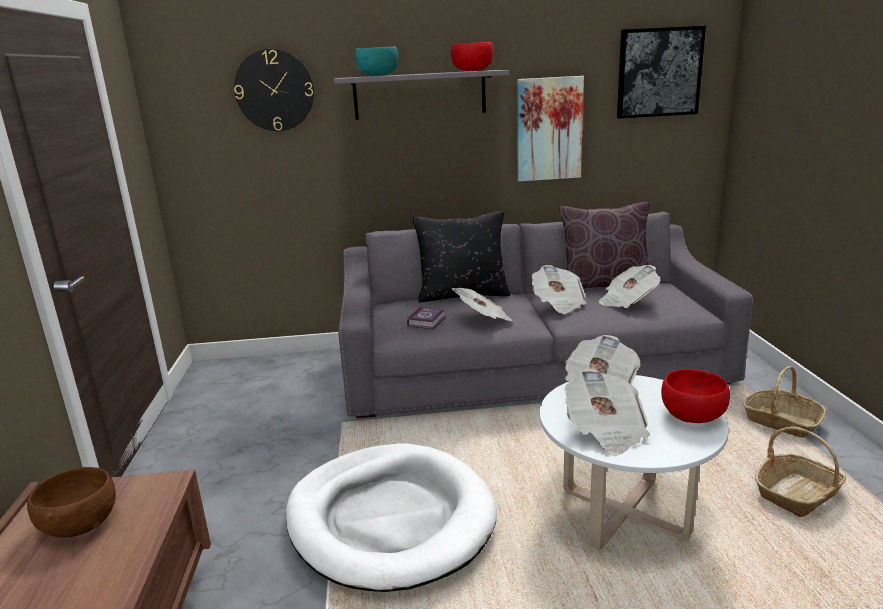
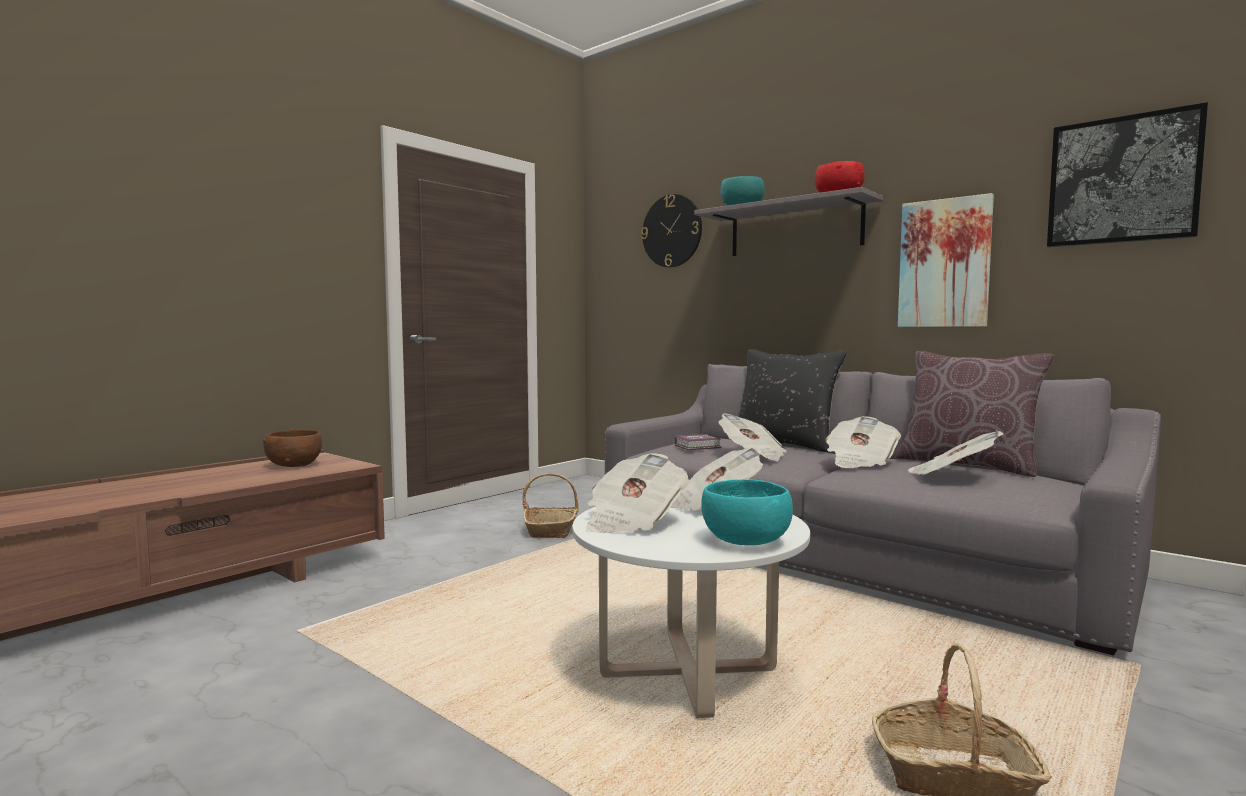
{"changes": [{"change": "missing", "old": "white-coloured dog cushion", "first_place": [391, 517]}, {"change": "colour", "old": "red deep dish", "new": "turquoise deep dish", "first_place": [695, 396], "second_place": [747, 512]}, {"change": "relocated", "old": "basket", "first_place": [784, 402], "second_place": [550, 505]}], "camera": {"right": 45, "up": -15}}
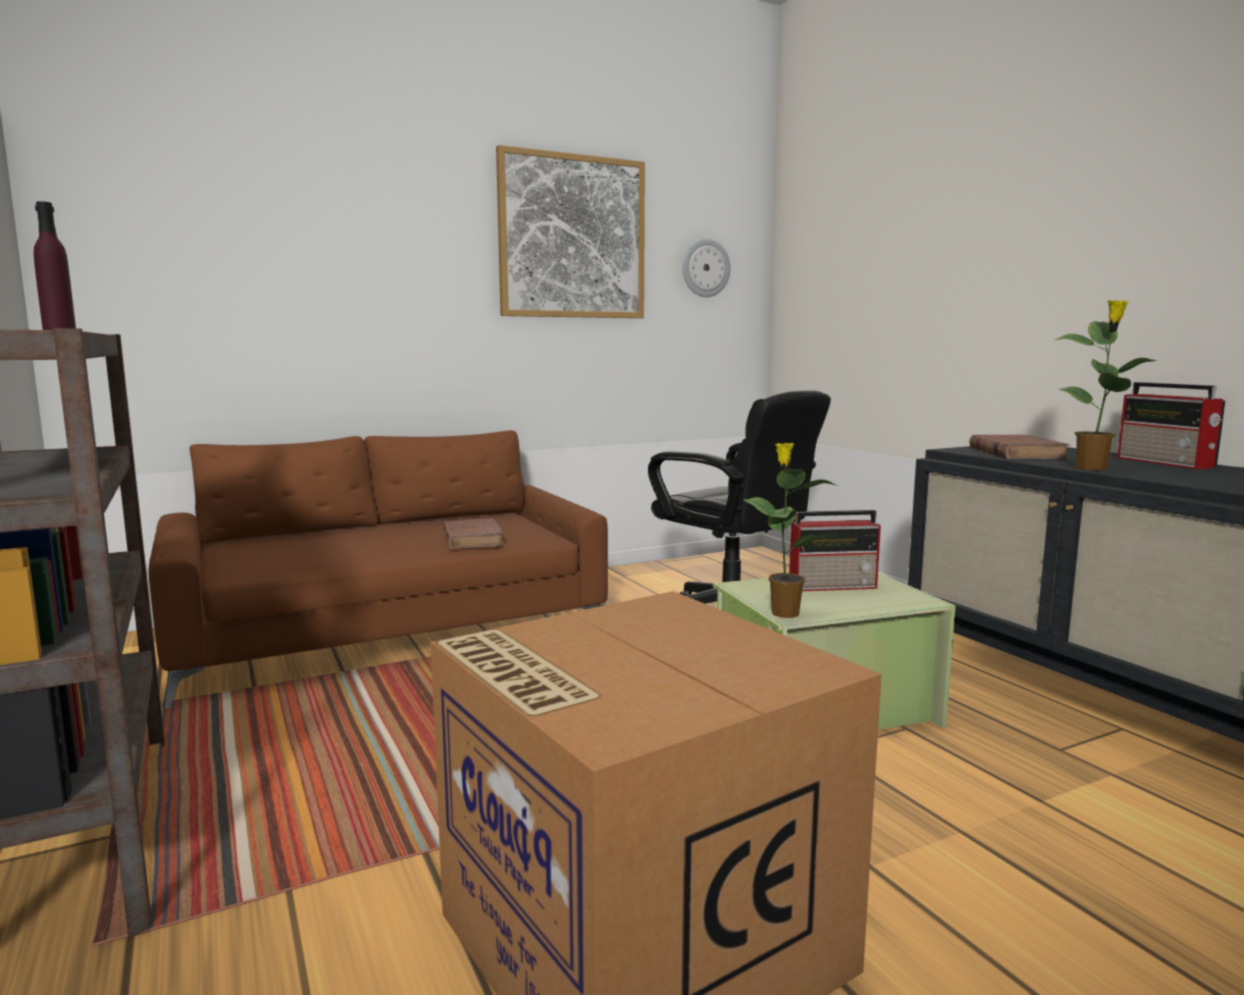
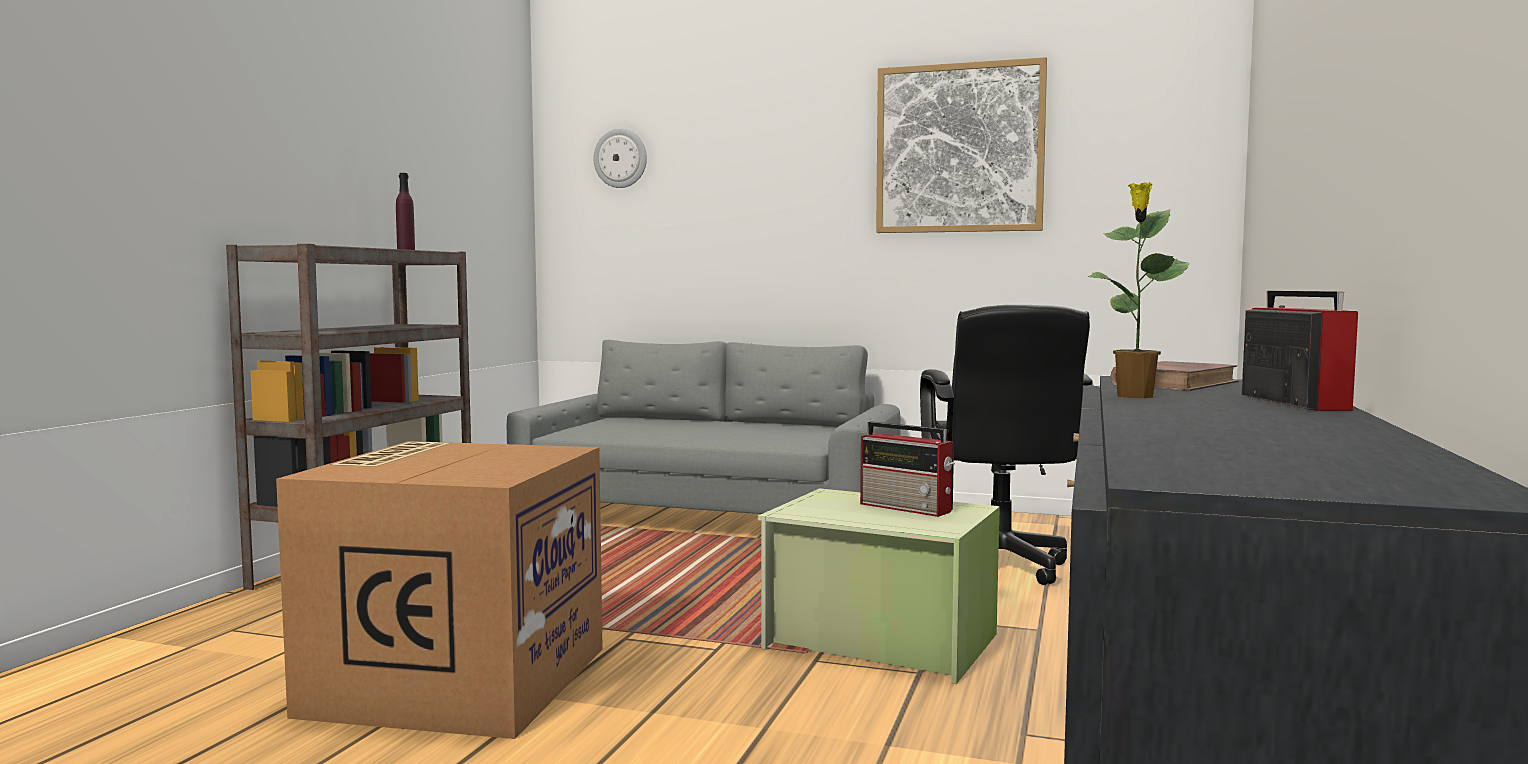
{"changes": [{"change": "colour", "old": "brown-coloured sofa", "new": "greyish sofa", "first_place": [378, 569], "second_place": [704, 427]}, {"change": "missing", "old": "brown-coloured bound book", "first_place": [473, 533]}, {"change": "relocated", "old": "wall clock", "first_place": [706, 268], "second_place": [620, 158]}, {"change": "missing", "old": "potted plant", "first_place": [791, 530]}, {"change": "spun", "old": "radio receiver", "first_place": [1171, 425], "second_place": [1300, 351], "degrees": 150}], "camera": {"right": 45, "up": -5}}
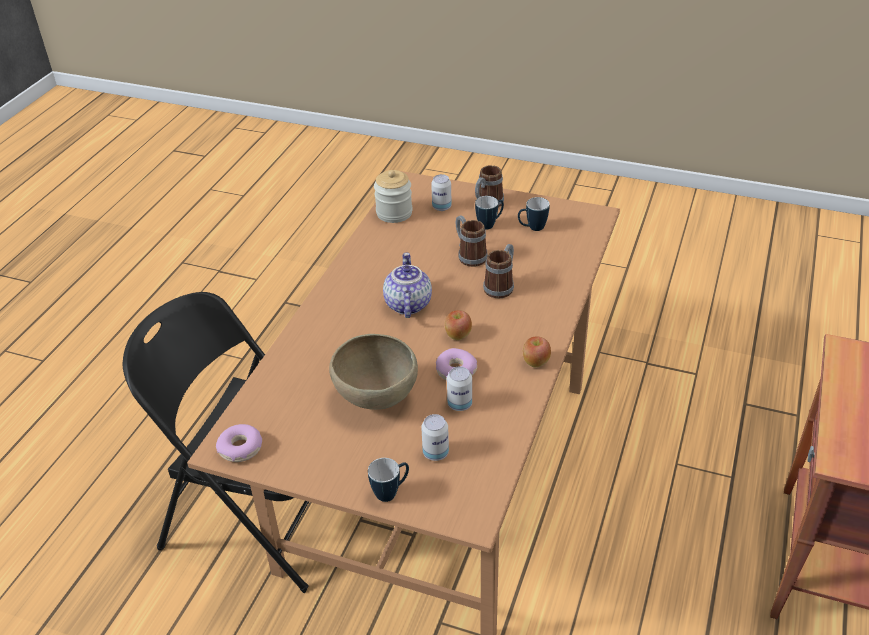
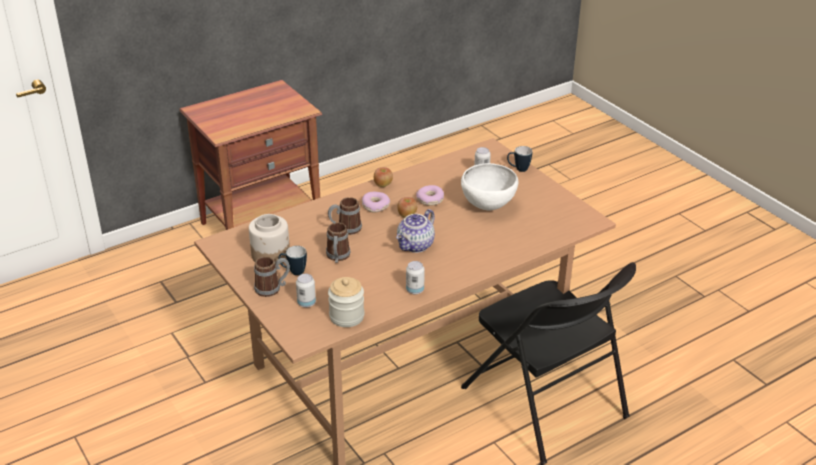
{"changes": [{"change": "relocated", "old": "doughnut", "first_place": [239, 443], "second_place": [376, 202]}, {"change": "colour", "old": "brown-coloured deep dish", "new": "white-coloured deep dish", "first_place": [373, 372], "second_place": [489, 186]}, {"change": "relocated", "old": "metal can", "first_place": [459, 389], "second_place": [415, 277]}, {"change": "exchanged", "old": "mug", "new": "preserve jar", "first_place": [534, 214], "second_place": [269, 239]}], "camera": {"right": -145, "up": -5}}
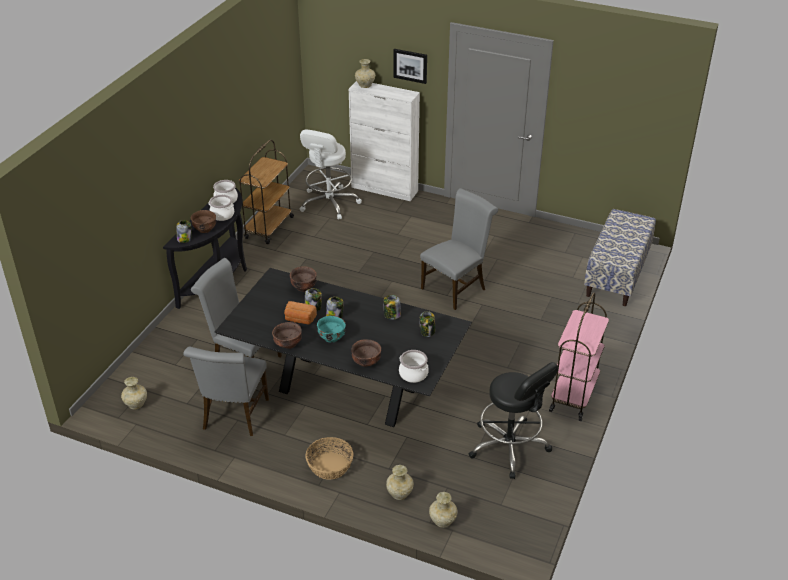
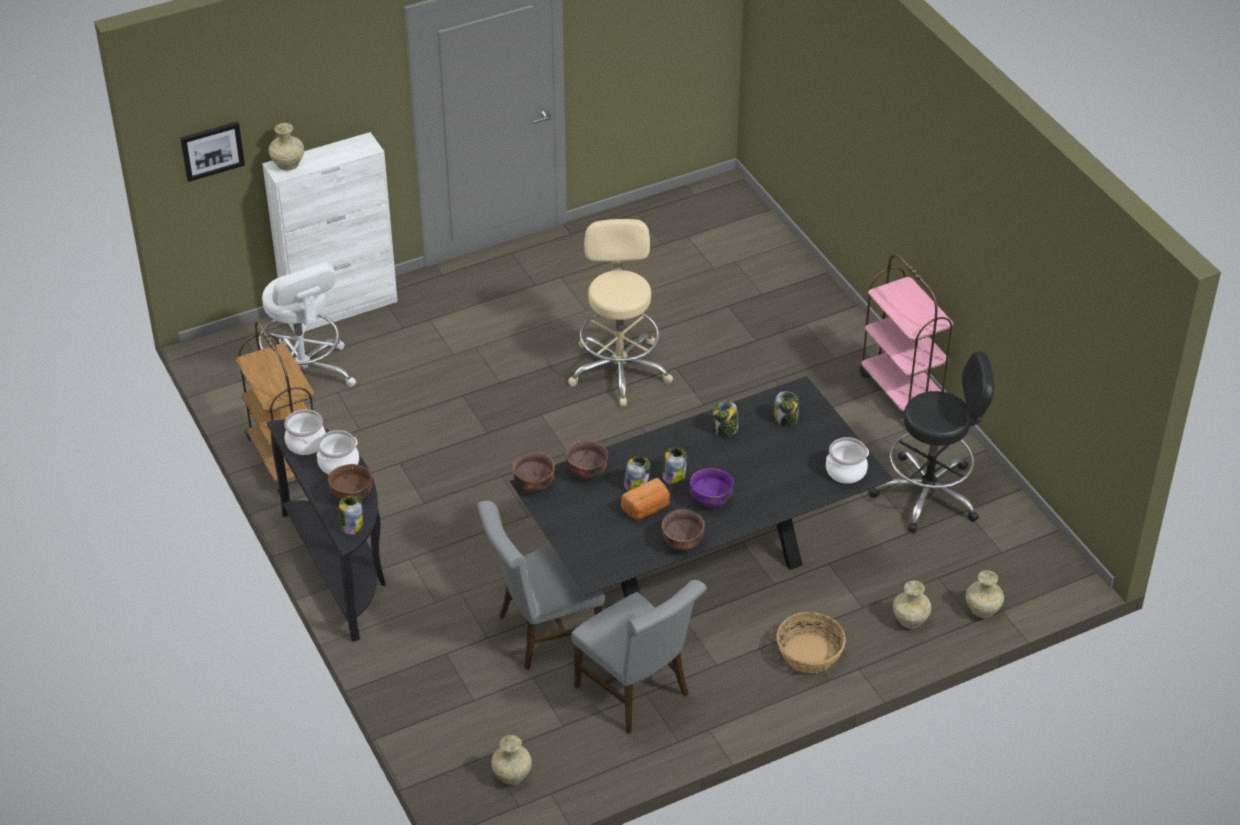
{"changes": [{"change": "colour", "old": "turquoise deep dish", "new": "purple-coloured deep dish", "first_place": [331, 329], "second_place": [712, 488]}, {"change": "relocated", "old": "brown-coloured deep dish", "first_place": [366, 353], "second_place": [534, 472]}, {"change": "relocated", "old": "picture", "first_place": [410, 66], "second_place": [212, 151]}, {"change": "exchanged", "old": "greyish upright chair", "new": "beige-coloured stool seat", "first_place": [459, 249], "second_place": [620, 312]}, {"change": "missing", "old": "bench", "first_place": [620, 257]}], "camera": {"right": -50, "up": 5}}
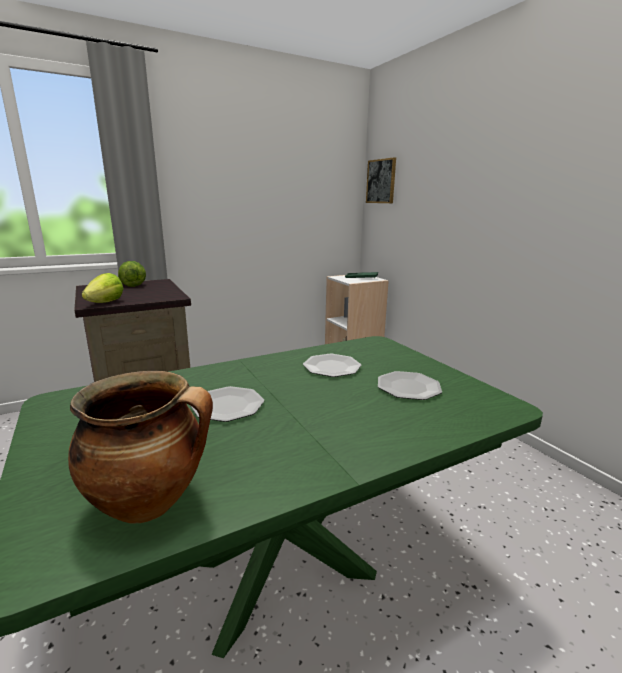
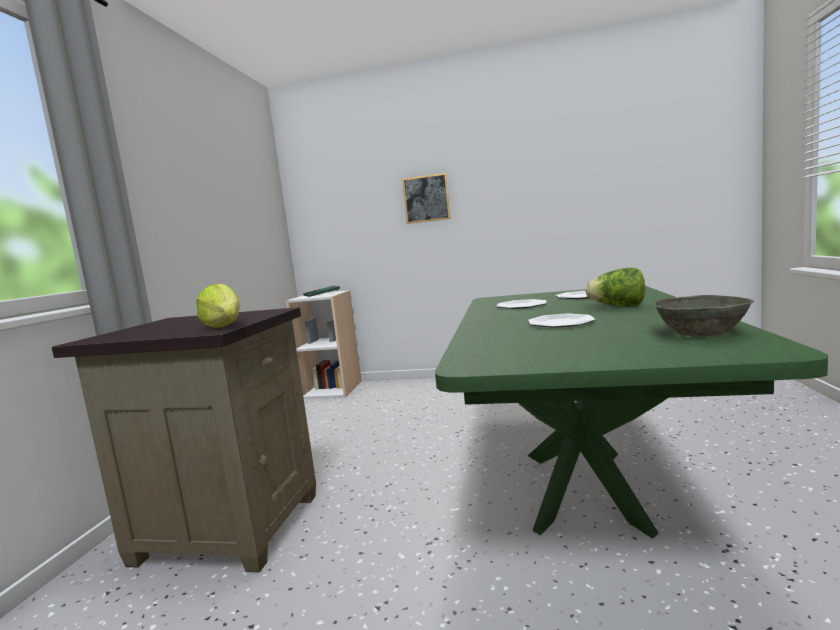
{"changes": [{"change": "exchanged", "old": "cooking pot", "new": "greyish deep dish", "first_place": [140, 447], "second_place": [703, 316]}, {"change": "relocated", "old": "lettuce", "first_place": [132, 274], "second_place": [615, 287]}, {"change": "relocated", "old": "picture", "first_place": [381, 180], "second_place": [426, 198]}], "camera": {"right": -50, "up": -10}}
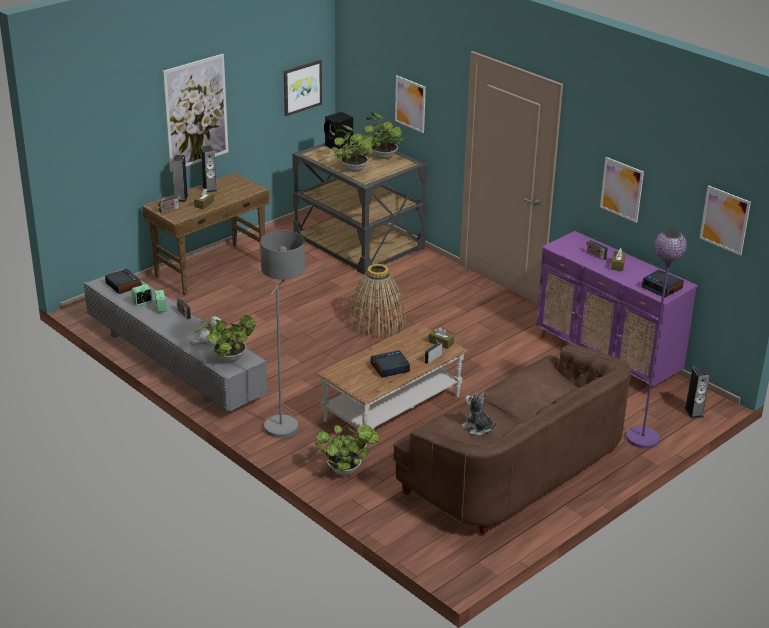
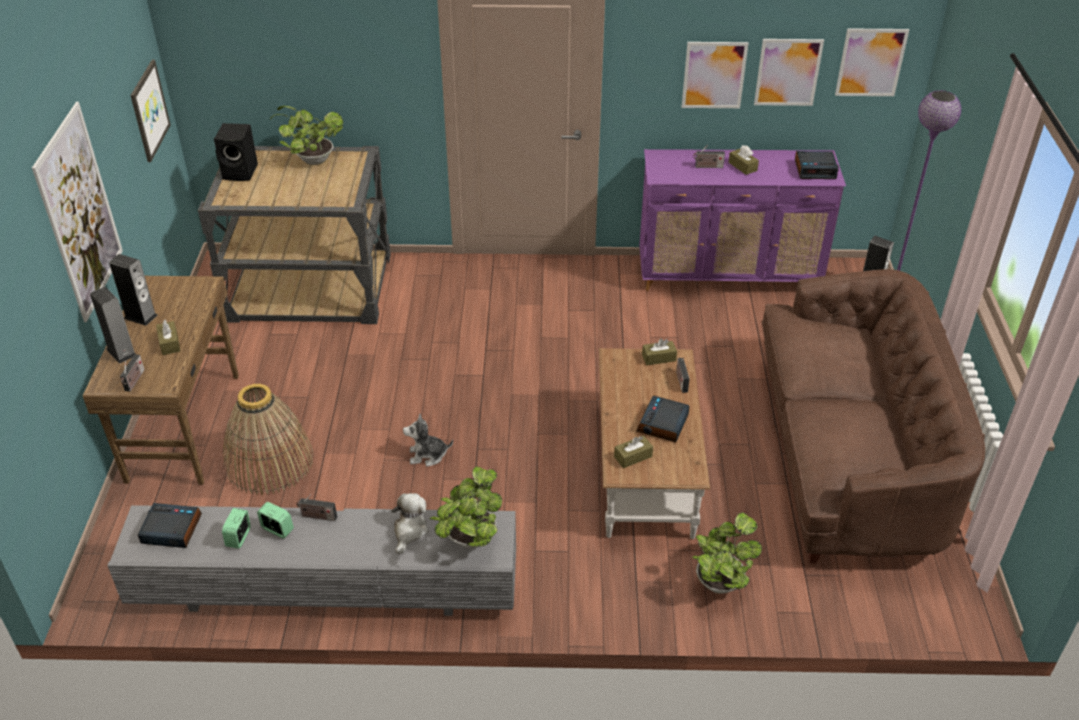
{"changes": [{"change": "missing", "old": "greyish standard lamp", "first_place": [282, 334]}, {"change": "missing", "old": "potted plant", "first_place": [353, 148]}, {"change": "relocated", "old": "basket", "first_place": [377, 301], "second_place": [268, 439]}, {"change": "relocated", "old": "picture", "first_place": [410, 104], "second_place": [789, 72]}, {"change": "relocated", "old": "plush toy", "first_place": [478, 414], "second_place": [428, 440]}, {"change": "appeared", "new": "brown-coloured box of tissues", "second_place": [633, 451]}], "camera": {"right": -45, "up": 10}}
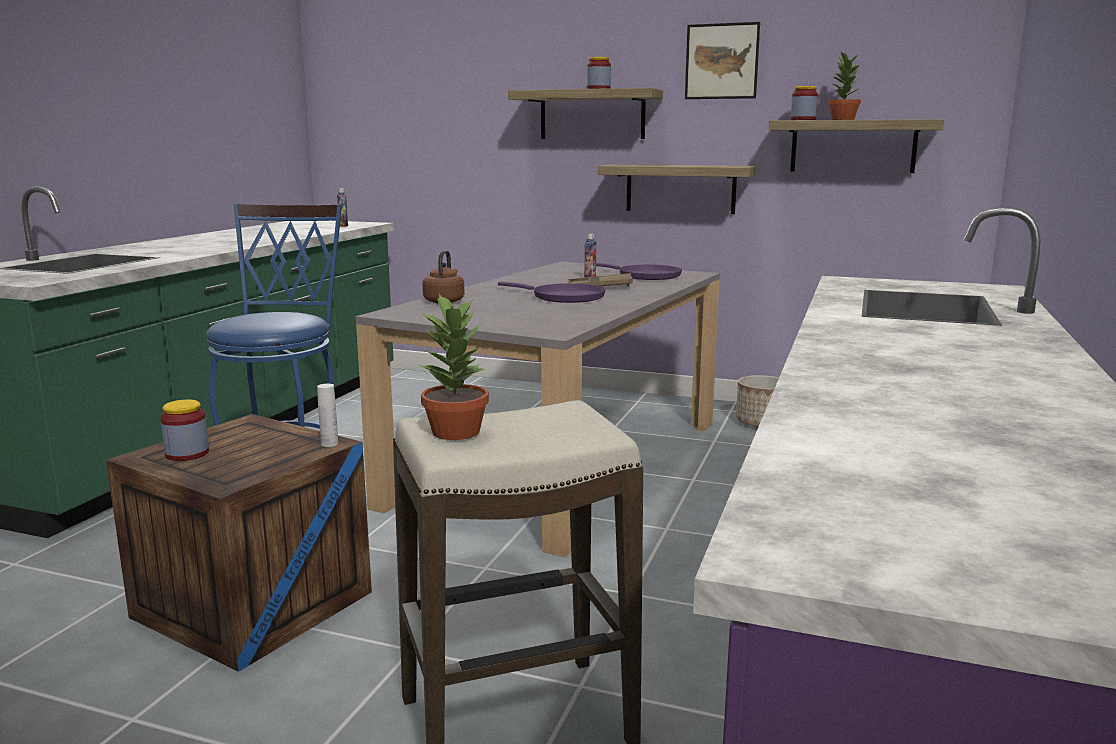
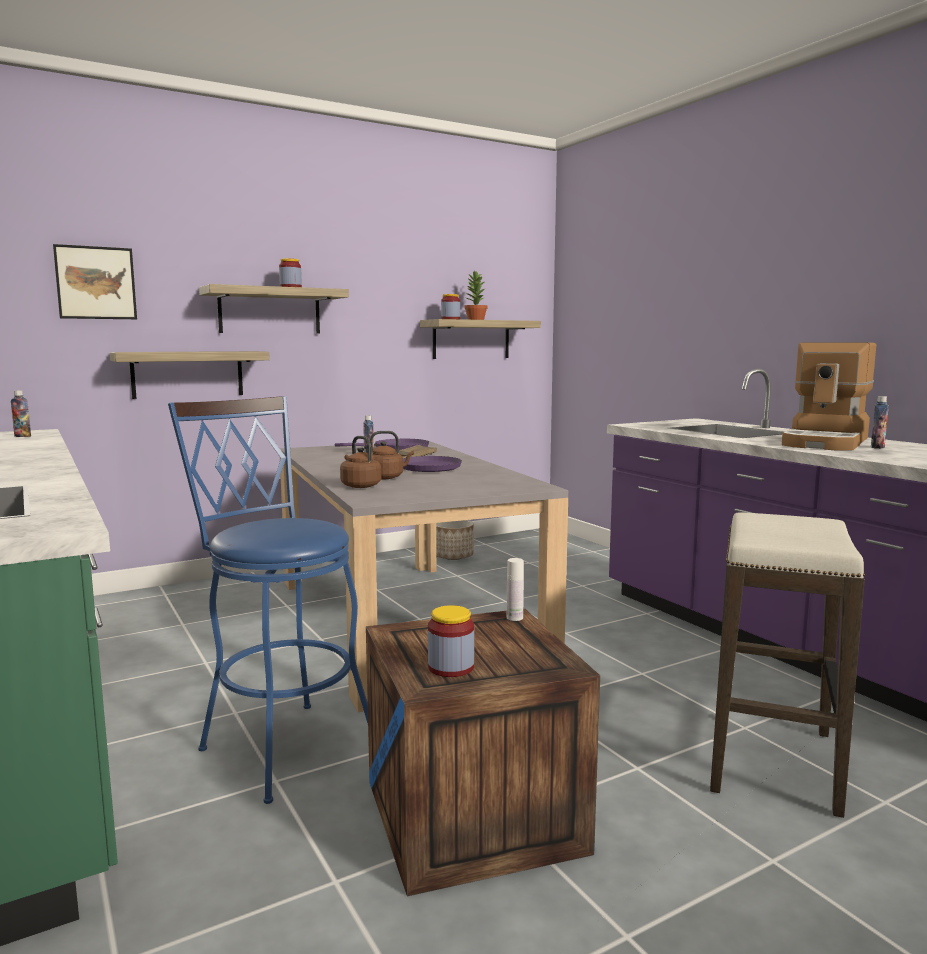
{"changes": [{"change": "missing", "old": "potted plant", "first_place": [454, 367]}, {"change": "relocated", "old": "shelf", "first_place": [677, 189], "second_place": [190, 375]}, {"change": "relocated", "old": "picture", "first_place": [722, 60], "second_place": [95, 281]}, {"change": "appeared", "new": "brown-coloured water kettle", "second_place": [392, 455]}, {"change": "appeared", "new": "coffee machine", "second_place": [829, 397]}, {"change": "appeared", "new": "beverage bottle", "second_place": [880, 422]}], "camera": {"right": -50, "up": -5}}
